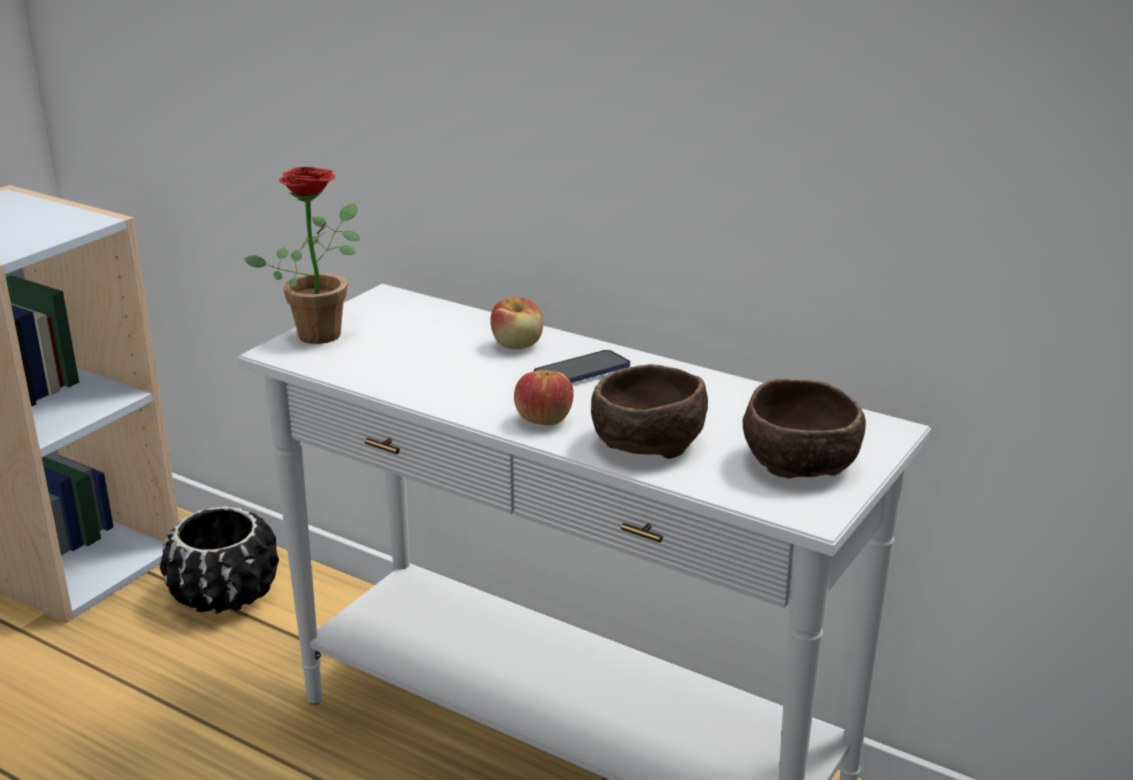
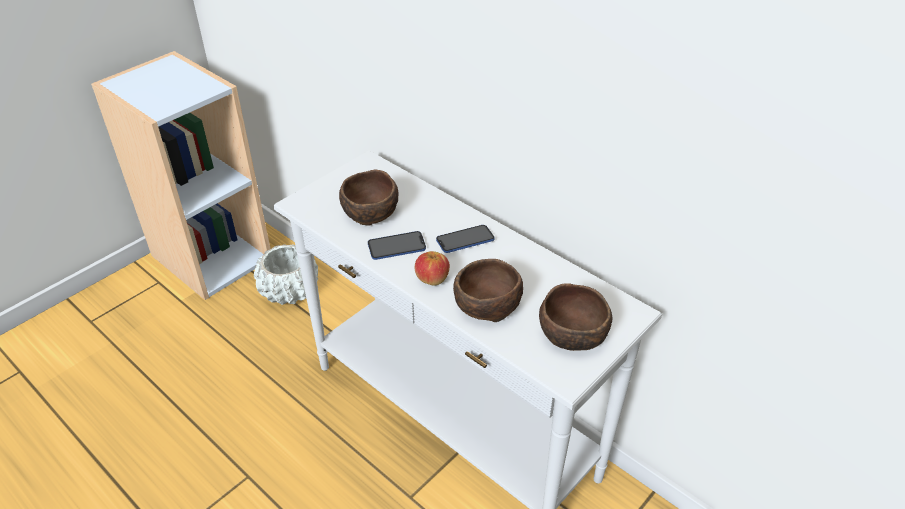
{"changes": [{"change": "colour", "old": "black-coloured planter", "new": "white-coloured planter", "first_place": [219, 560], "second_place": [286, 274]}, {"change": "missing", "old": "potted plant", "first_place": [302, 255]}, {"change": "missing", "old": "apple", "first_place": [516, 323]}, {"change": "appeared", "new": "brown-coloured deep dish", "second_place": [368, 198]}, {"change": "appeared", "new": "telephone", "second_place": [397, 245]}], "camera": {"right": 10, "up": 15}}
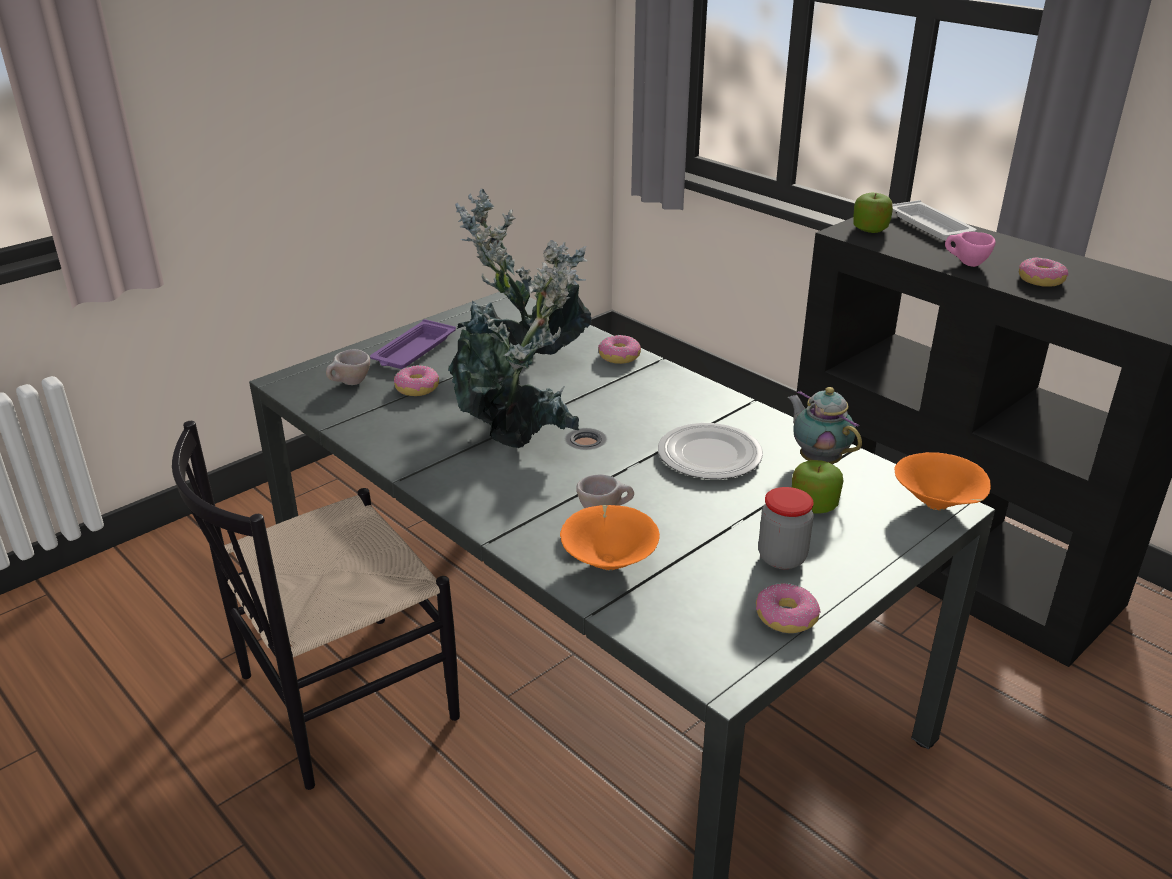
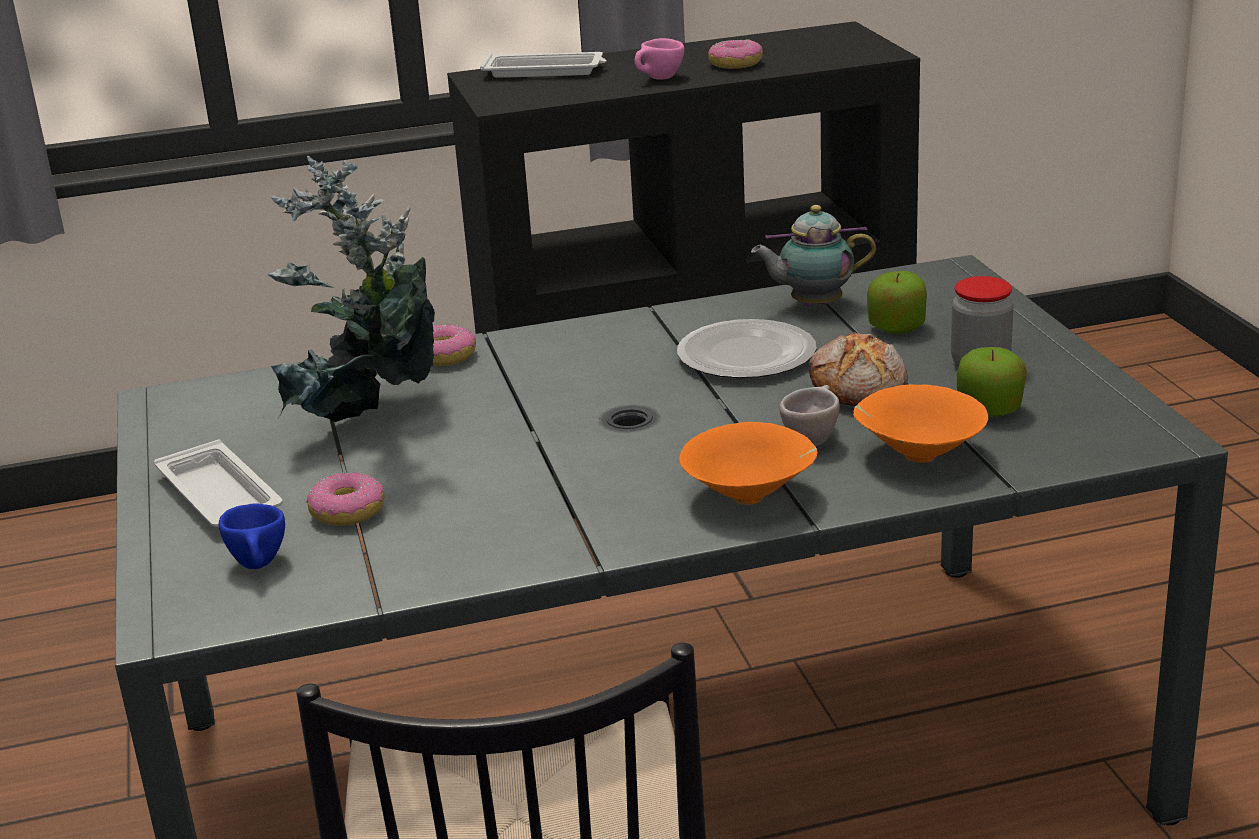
{"changes": [{"change": "colour", "old": "beige-coloured small cup", "new": "blue small cup", "first_place": [348, 367], "second_place": [252, 536]}, {"change": "colour", "old": "purple-coloured carrying tray", "new": "white-coloured carrying tray", "first_place": [413, 344], "second_place": [218, 483]}, {"change": "missing", "old": "potted plant", "first_place": [518, 344]}, {"change": "missing", "old": "doughnut", "first_place": [788, 608]}, {"change": "relocated", "old": "apple", "first_place": [873, 212], "second_place": [992, 382]}, {"change": "relocated", "old": "orangey deep dish", "first_place": [942, 481], "second_place": [748, 463]}, {"change": "appeared", "new": "bread", "second_place": [858, 369]}], "camera": {"right": -60, "up": -5}}
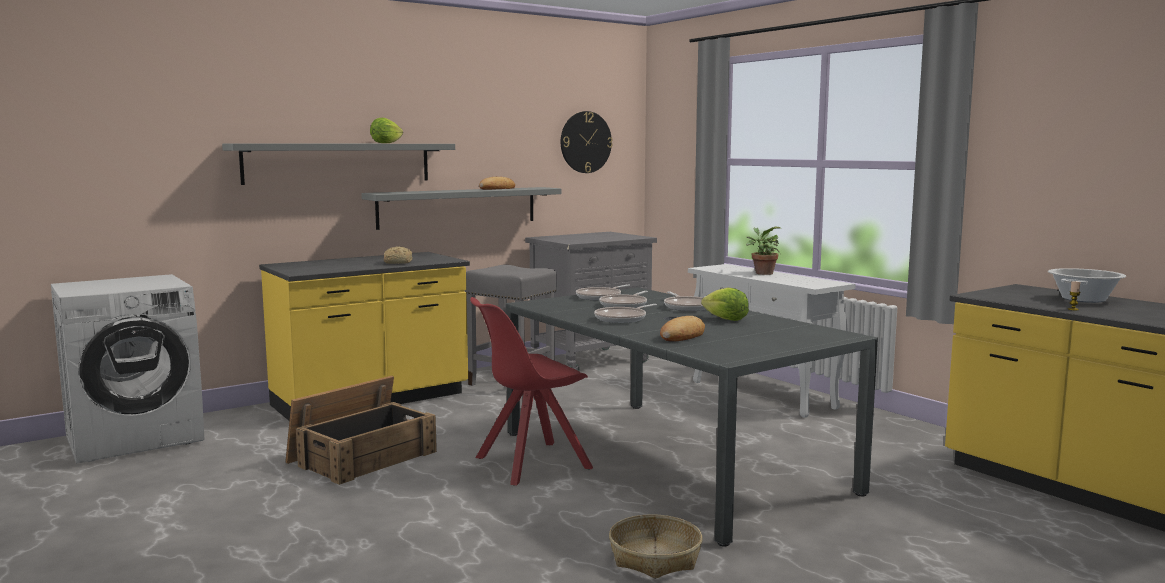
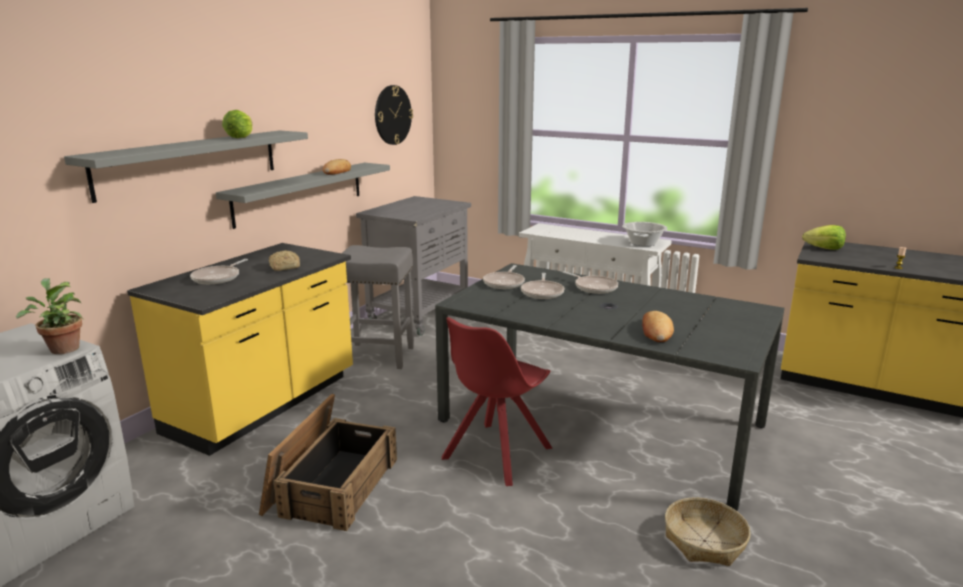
{"changes": [{"change": "relocated", "old": "pan", "first_place": [625, 313], "second_place": [219, 271]}, {"change": "relocated", "old": "lettuce", "first_place": [725, 304], "second_place": [824, 237]}, {"change": "relocated", "old": "potted plant", "first_place": [763, 250], "second_place": [49, 316]}, {"change": "relocated", "old": "cooking pot", "first_place": [1087, 285], "second_place": [644, 234]}], "camera": {"right": -25, "up": 10}}
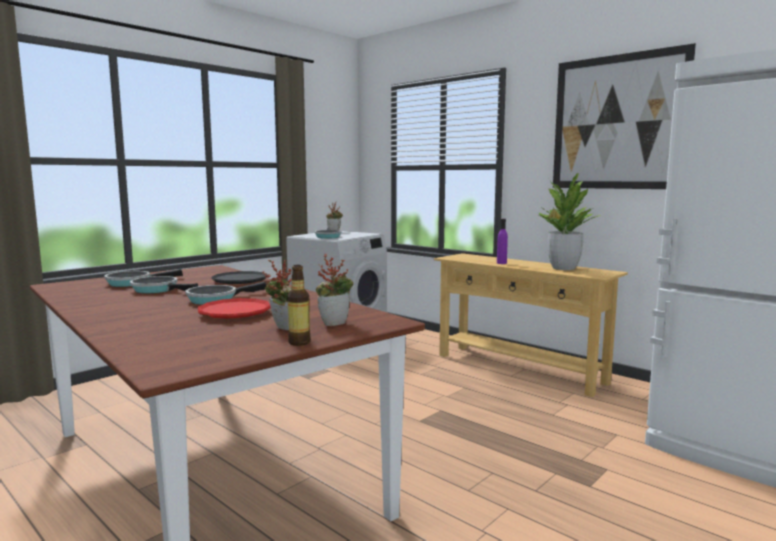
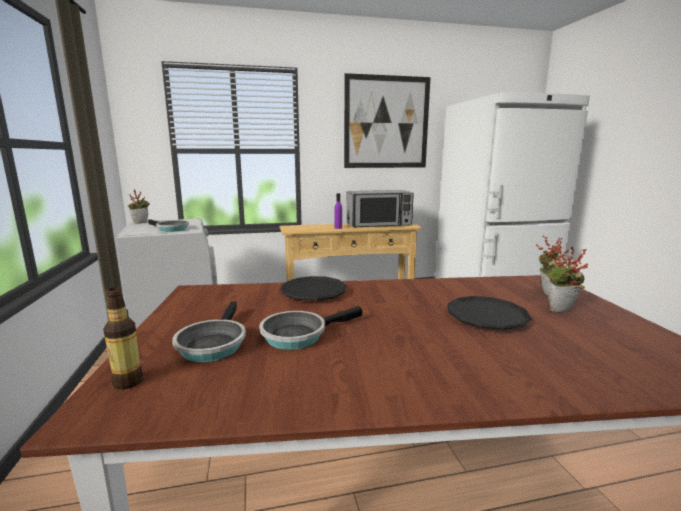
{"changes": [{"change": "missing", "old": "pan", "first_place": [225, 293]}, {"change": "colour", "old": "red dinner plate", "new": "black-coloured dinner plate", "first_place": [234, 308], "second_place": [489, 313]}, {"change": "relocated", "old": "beverage bottle", "first_place": [299, 305], "second_place": [123, 338]}, {"change": "exchanged", "old": "potted plant", "new": "microwave", "first_place": [570, 221], "second_place": [380, 209]}], "camera": {"right": -55, "up": 5}}
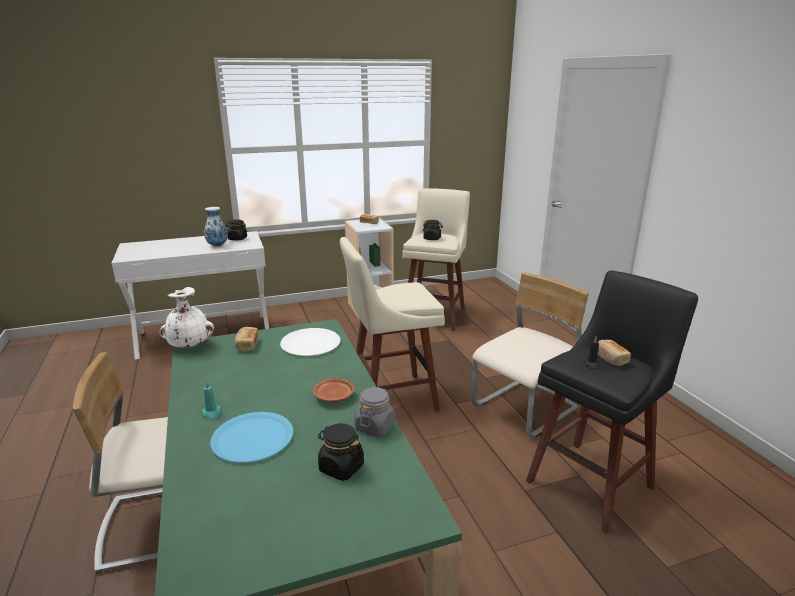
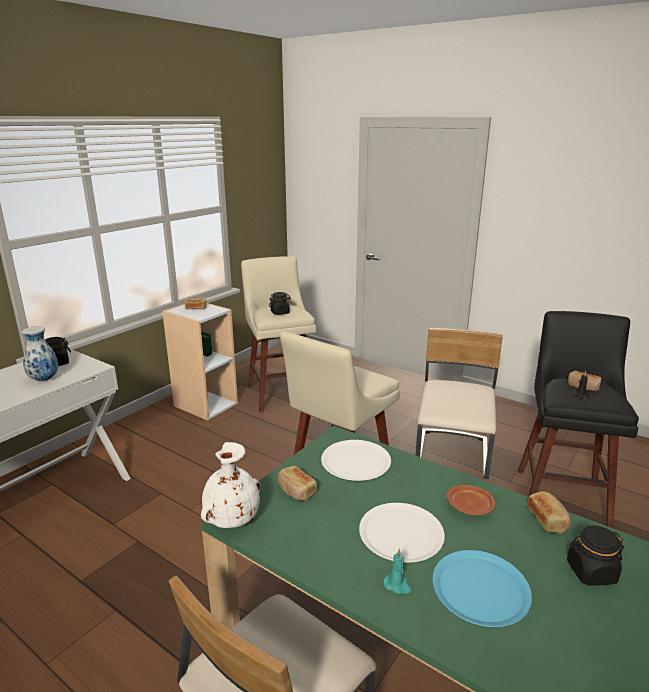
{"changes": [{"change": "exchanged", "old": "greyish preserve jar", "new": "bread", "first_place": [374, 412], "second_place": [549, 512]}, {"change": "appeared", "new": "white-coloured dinner plate", "second_place": [402, 533]}], "camera": {"right": -35, "up": 0}}
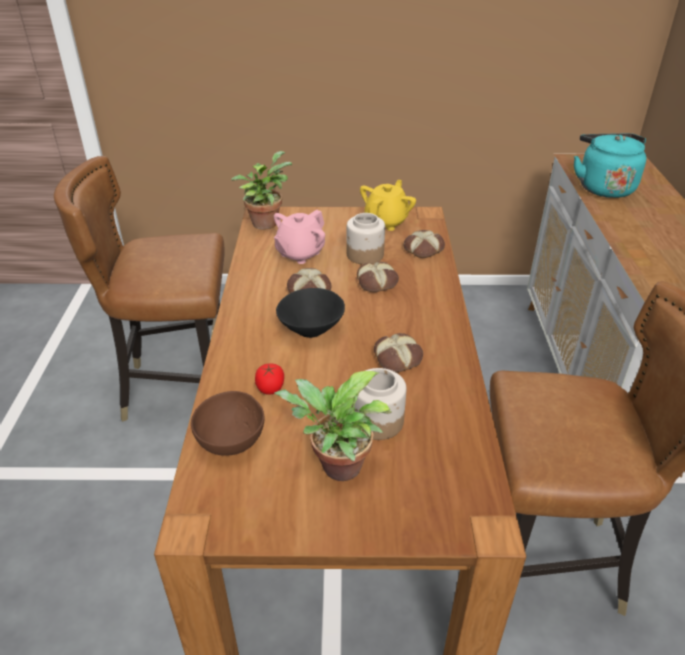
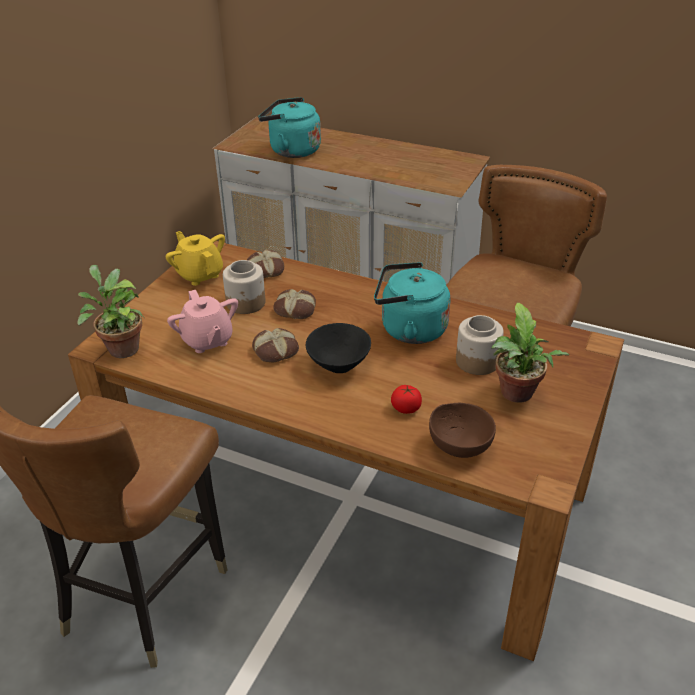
{"changes": [{"change": "exchanged", "old": "bread", "new": "turquoise water kettle", "first_place": [398, 352], "second_place": [412, 303]}], "camera": {"right": -65, "up": 0}}
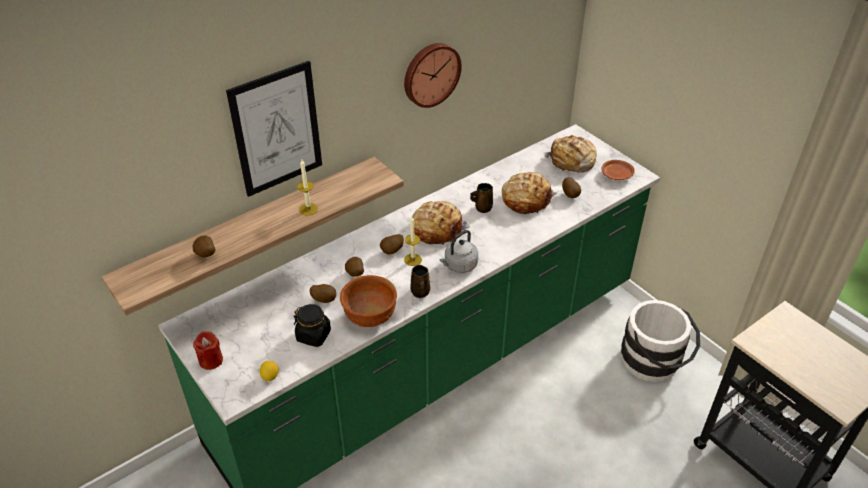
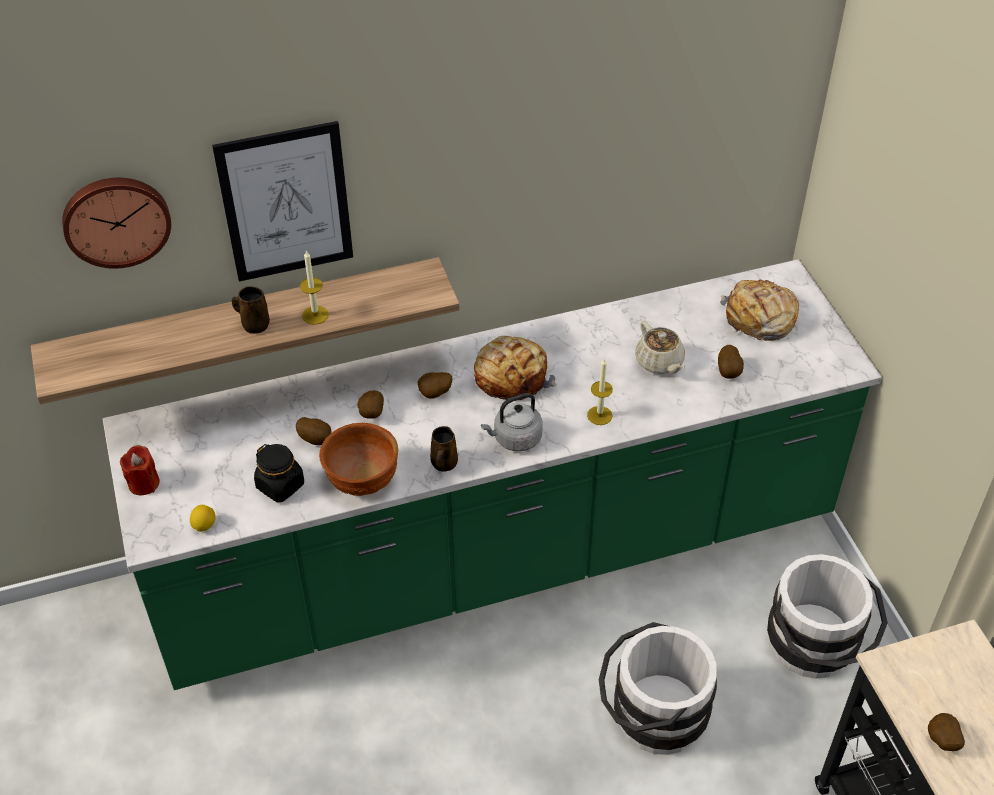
{"changes": [{"change": "relocated", "old": "whole potato", "first_place": [203, 246], "second_place": [946, 732]}, {"change": "relocated", "old": "wall clock", "first_place": [433, 75], "second_place": [116, 223]}, {"change": "relocated", "old": "wax candle", "first_place": [413, 241], "second_place": [600, 392]}, {"change": "relocated", "old": "brown-coloured mug", "first_place": [481, 198], "second_place": [251, 310]}, {"change": "exchanged", "old": "bread", "new": "beige-coloured teapot", "first_place": [529, 193], "second_place": [660, 347]}, {"change": "missing", "old": "brown-coloured dinner plate", "first_place": [618, 170]}, {"change": "appeared", "new": "white-coloured water bucket", "second_place": [658, 688]}], "camera": {"right": 20, "up": 5}}
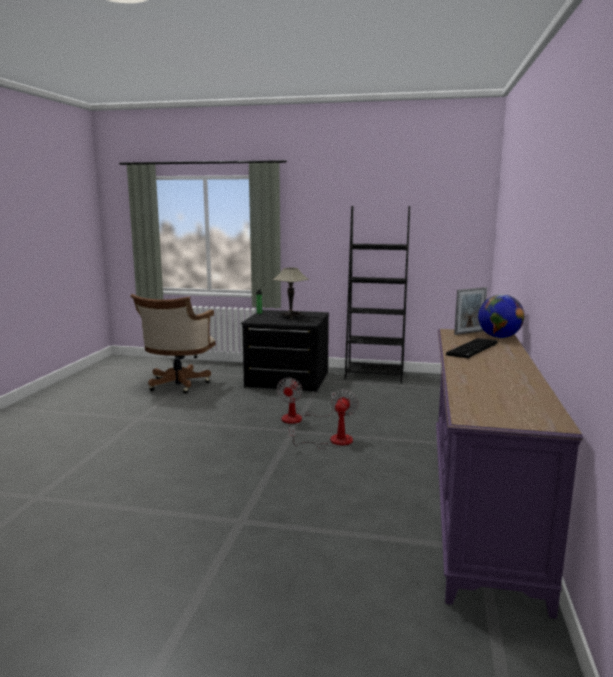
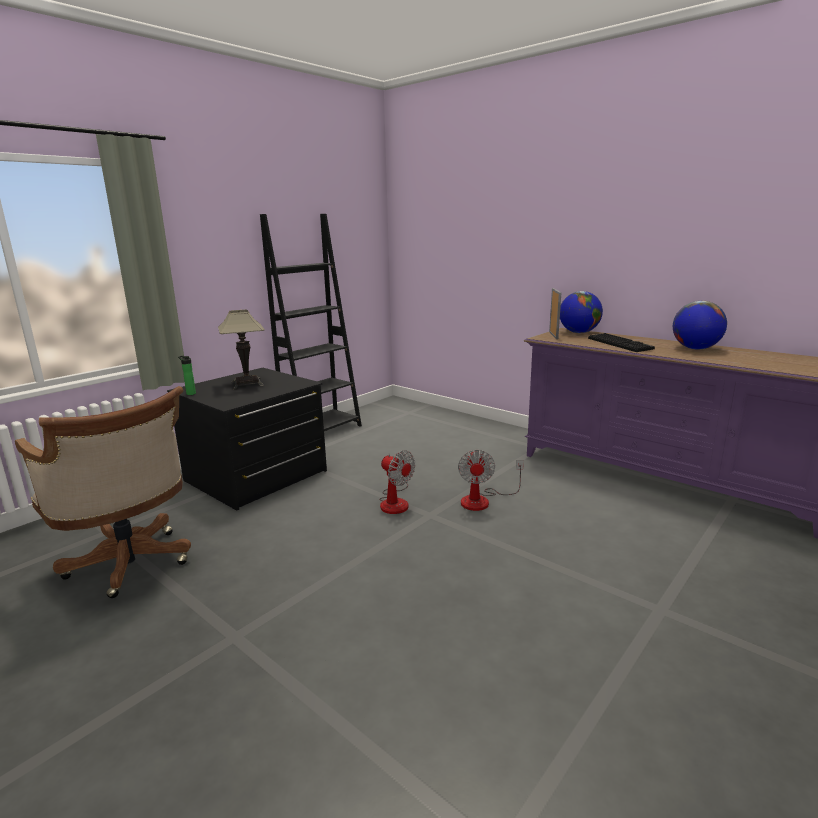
{"changes": [{"change": "spun", "old": "cooling fan", "first_place": [324, 419], "second_place": [491, 480], "degrees": -135}, {"change": "appeared", "new": "desk globe", "second_place": [700, 325]}], "camera": {"right": -60, "up": 5}}
